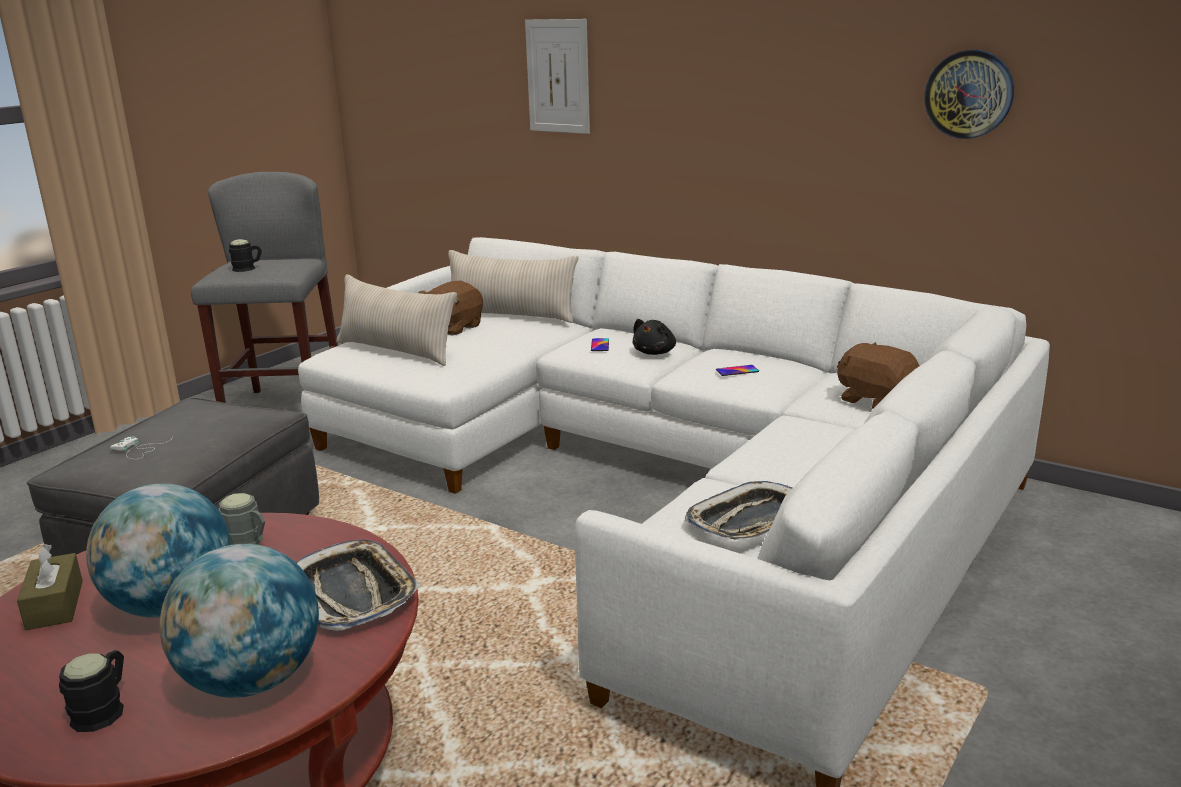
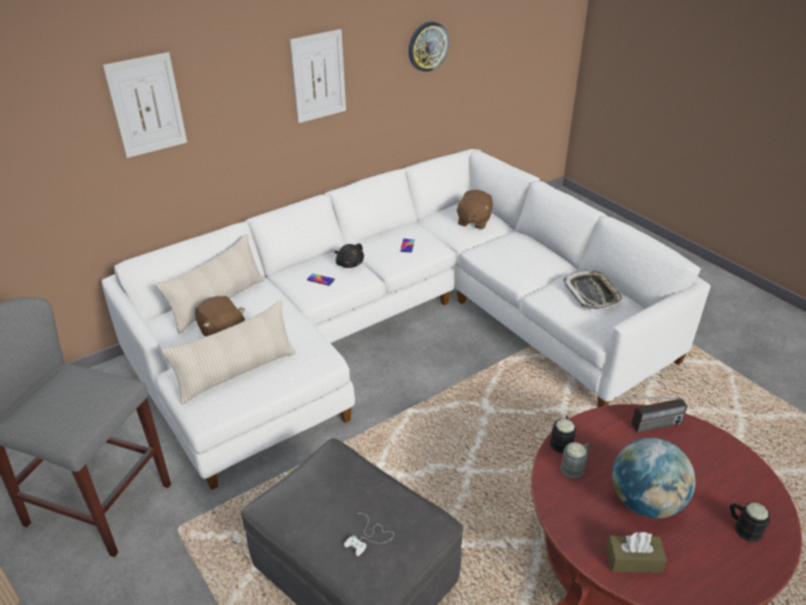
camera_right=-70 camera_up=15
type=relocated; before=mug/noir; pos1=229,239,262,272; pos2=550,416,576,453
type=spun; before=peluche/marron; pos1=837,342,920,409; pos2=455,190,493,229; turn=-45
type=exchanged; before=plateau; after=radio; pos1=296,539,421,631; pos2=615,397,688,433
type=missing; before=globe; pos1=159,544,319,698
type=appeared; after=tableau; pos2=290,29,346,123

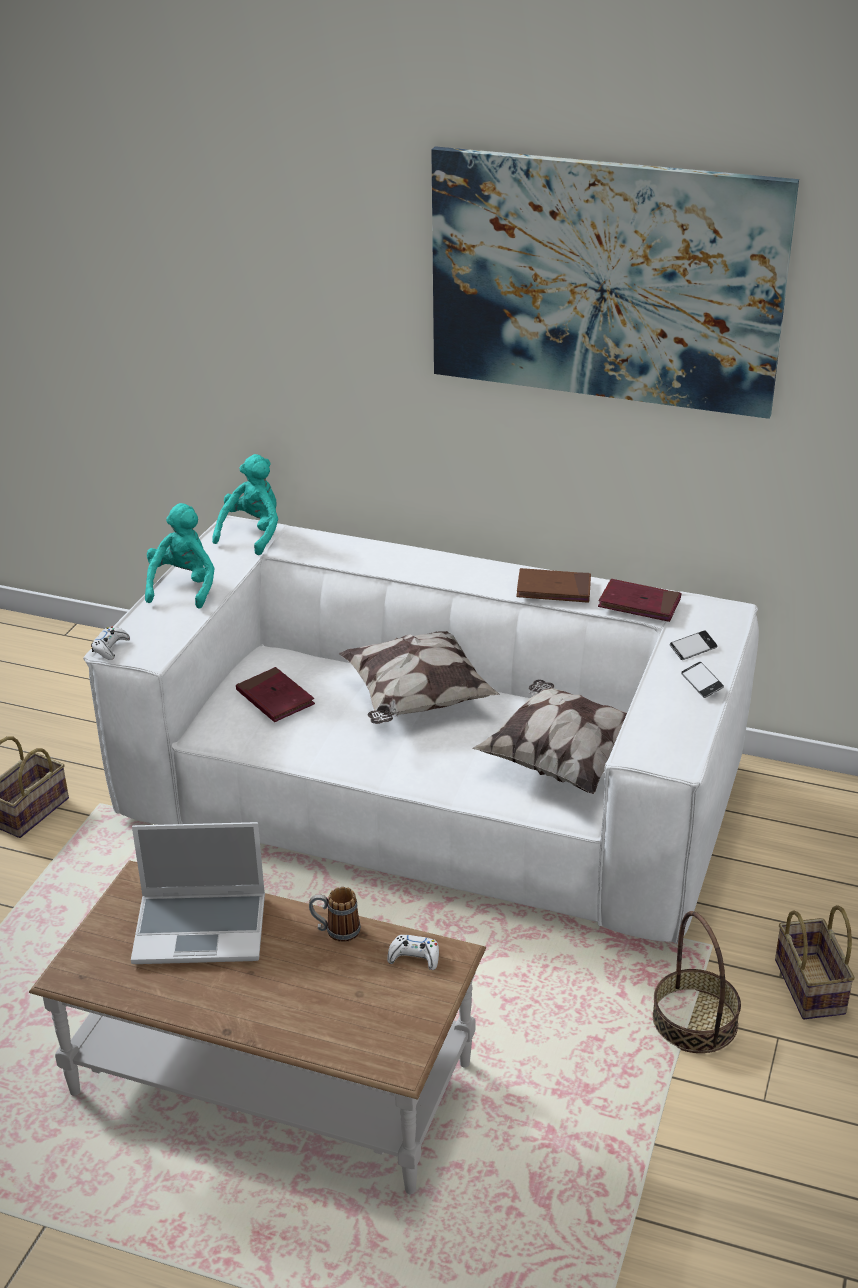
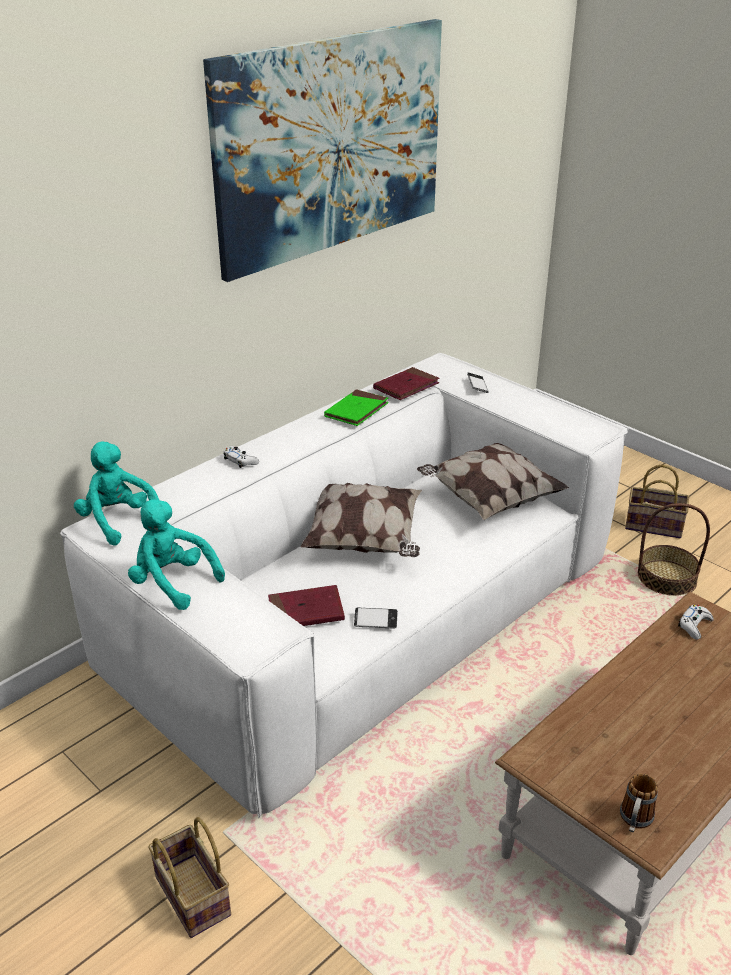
camera_right=-65 camera_up=0
type=colour; before=livre/marron; after=livre/vert; pos1=516,568,591,603; pos2=324,389,389,426
type=relocated; before=manette/blanc; pos1=91,626,130,660; pos2=223,446,259,468
type=relocated; before=téléphone; pos1=681,662,724,698; pos2=354,607,398,629
type=missing; before=ordinateur portable; pos1=131,822,265,964
type=relocated; before=mug; pos1=309,887,361,942; pos2=620,773,658,833

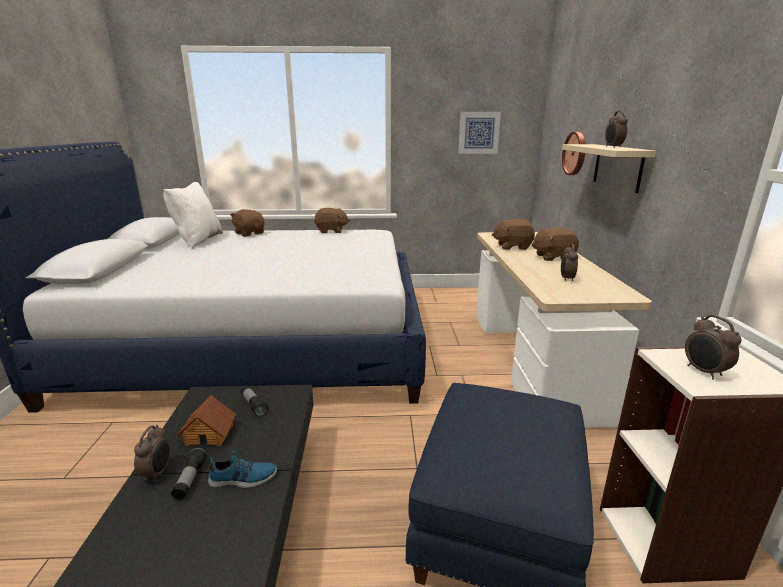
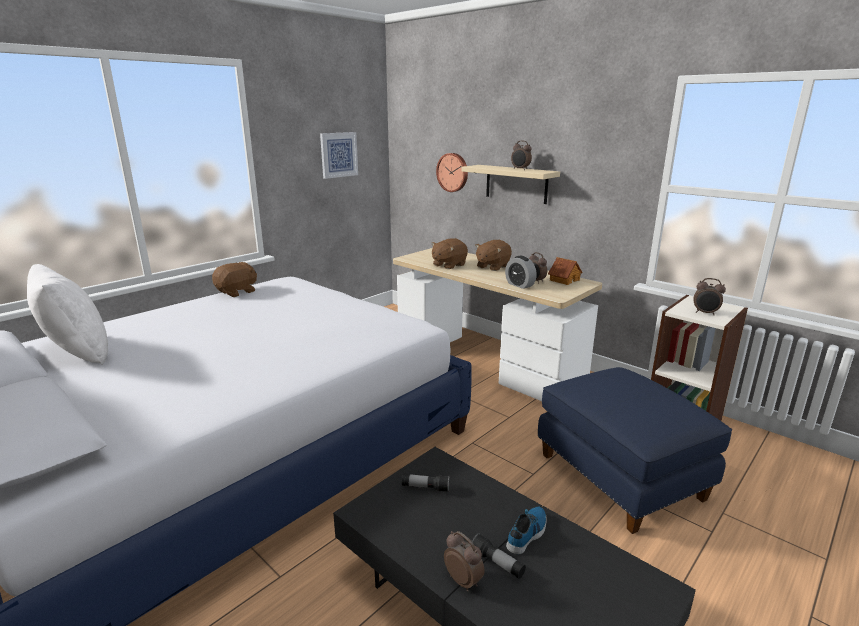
camera_right=-45 camera_up=0
type=missing; before=peluche/marron; pos1=230,209,264,236
type=relocated; before=maison miniature; pos1=177,395,236,446; pos2=548,257,583,285
type=appeared; after=réveil; pos2=505,256,537,289

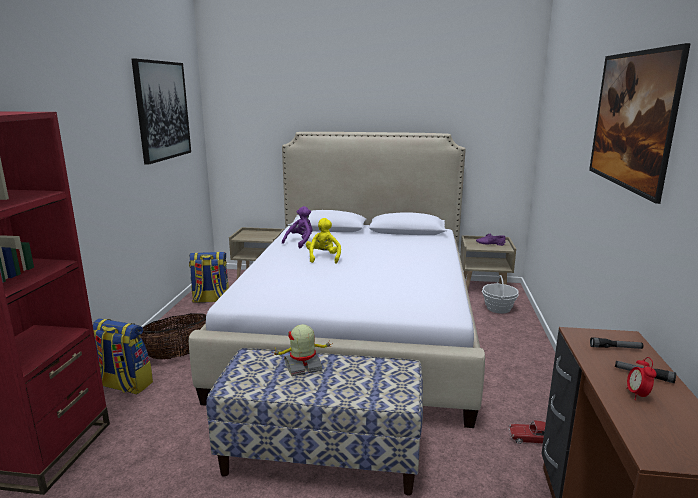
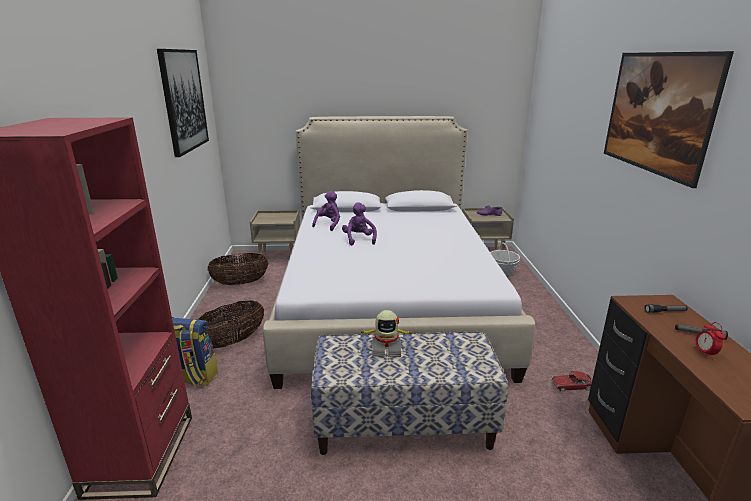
camera_right=-10 camera_up=5
type=colour; before=peluche/jaune; after=peluche/violet; pos1=306,218,341,264; pos2=342,202,377,245
type=exchanged; before=sac à dos; after=panier; pos1=189,252,229,303; pos2=207,253,268,285
type=spun; before=robot jouet; pos1=272,324,332,376; pos2=359,310,415,357; turn=-150

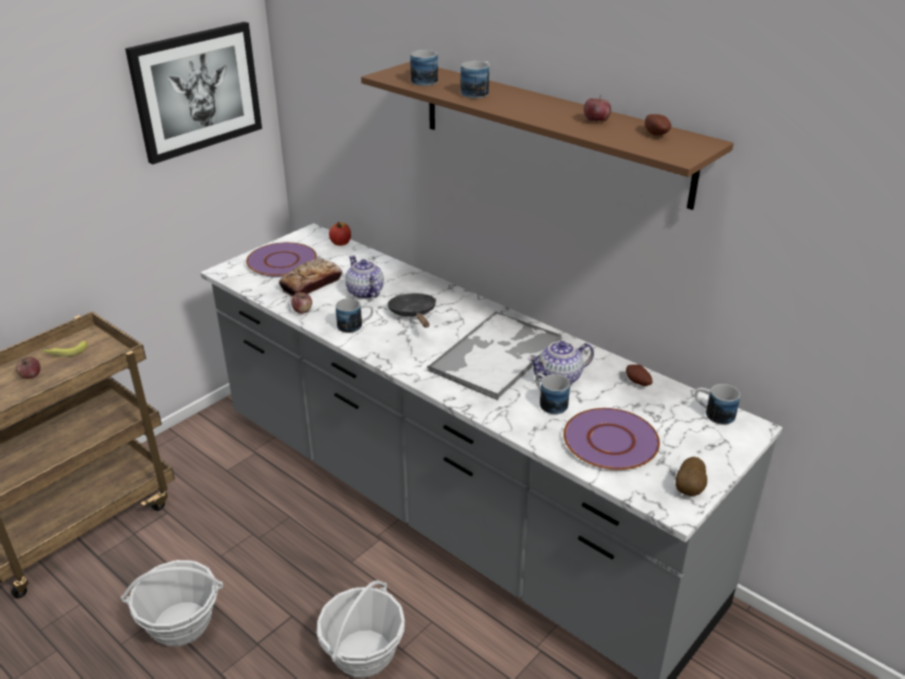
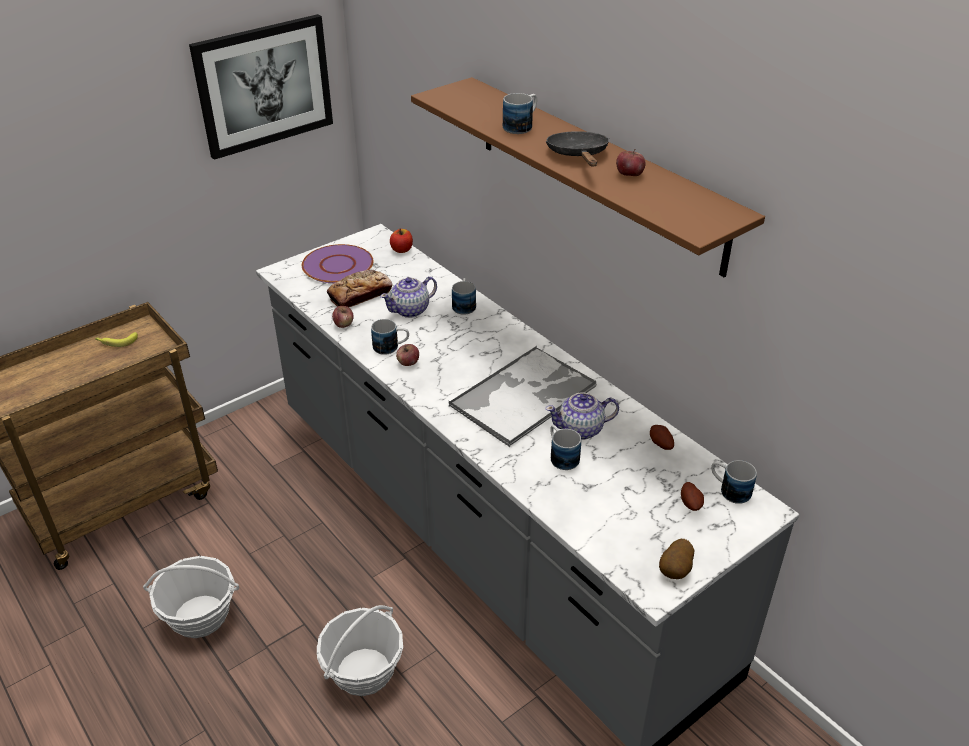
camera_right=10 camera_up=5
type=relocated; before=mug; pos1=410,50,438,86; pos2=452,278,476,315
type=relocated; before=pomme de terre; pos1=645,114,671,135; pos2=681,482,704,511
type=spun; before=théière; pos1=345,255,384,299; pos2=380,276,437,318; turn=-105
type=relocated; before=poêle/noir; pos1=387,293,436,328; pos2=546,131,610,167
type=relocated; before=pomme; pos1=16,357,40,379; pos2=396,344,419,366
type=missing; before=assiette/violet; pos1=563,408,660,470

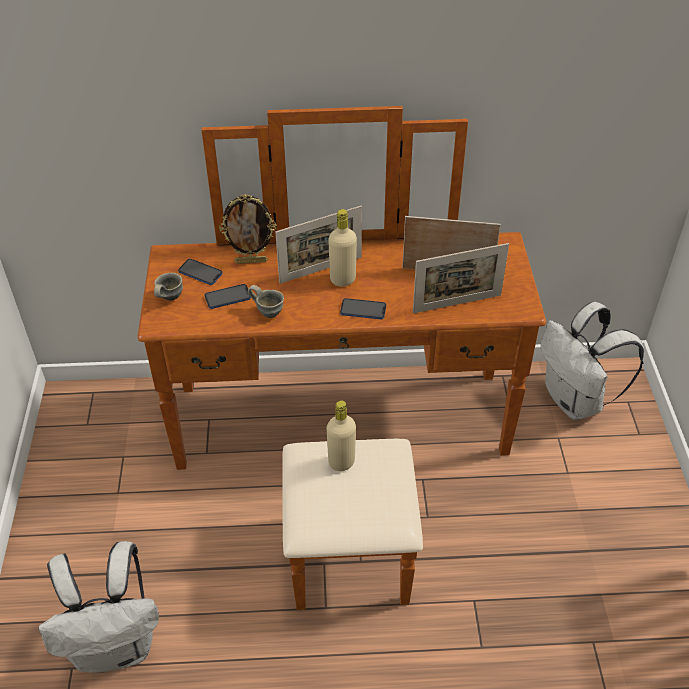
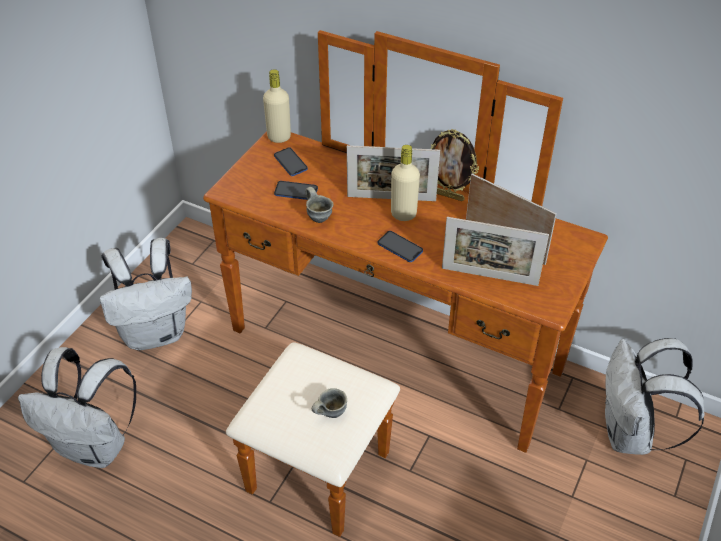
camera_right=30 camera_up=0
type=relocated; before=cadre photo; pos1=219,194,276,264; pos2=431,129,479,201
type=relocated; before=mug/gris; pos1=154,273,183,301; pos2=312,388,347,418
type=relocated; before=bouteille/beige; pos1=327,400,356,471; pos2=263,69,291,143
type=appeared; after=sac à dos/blanc; pos2=100,238,192,350

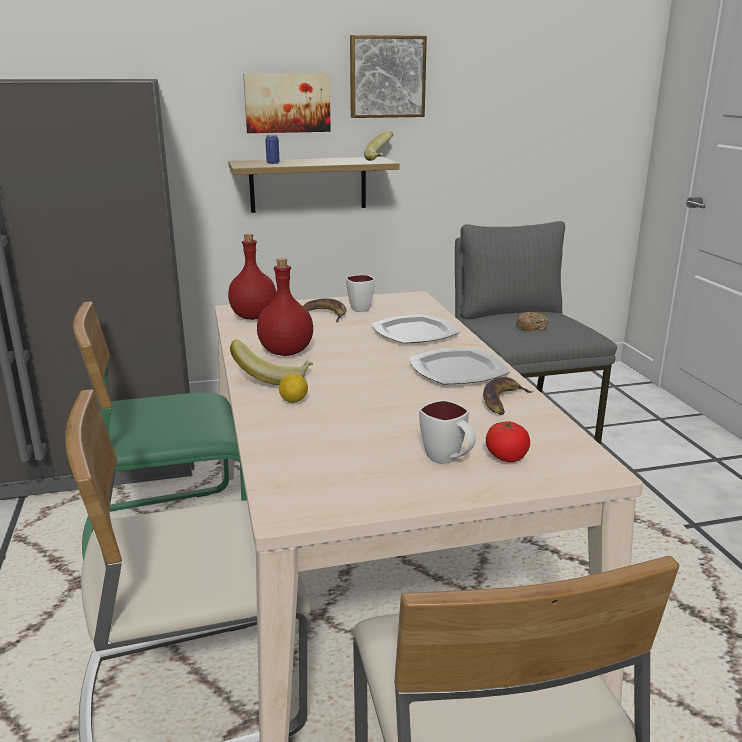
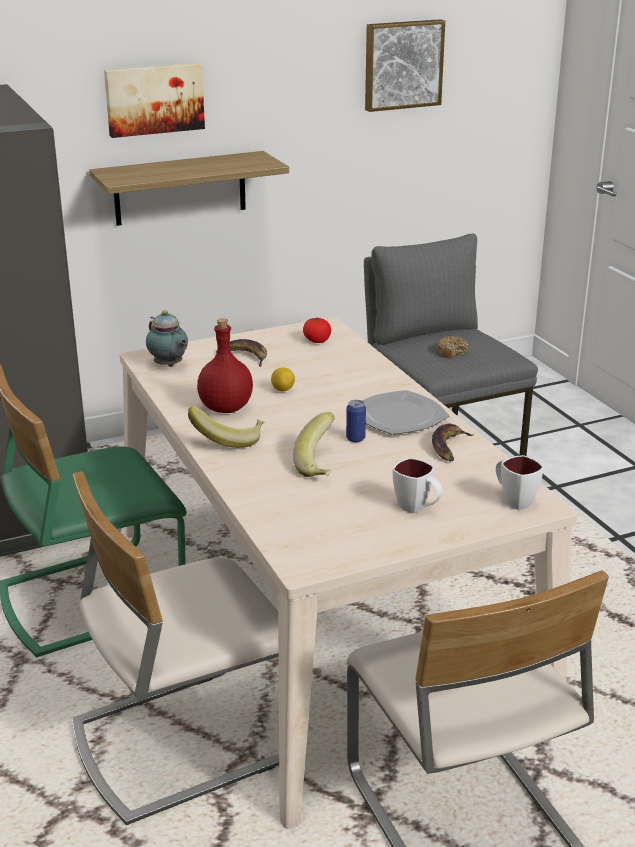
camera_right=-10 camera_up=5
type=relocated; before=tableau; pos1=350,35,427,118; pos2=365,19,445,112
type=relocated; before=banane; pos1=364,132,393,161; pos2=293,413,335,477
type=relocated; before=boîte métallique; pos1=265,135,279,164; pos2=346,400,366,442
type=exchanged; before=bouteille/rouge; after=théière; pos1=228,234,277,320; pos2=146,310,188,367
type=relocated; before=mug/blanc; pos1=346,275,375,312; pos2=496,455,544,510
type=missing; before=assiette; pos1=371,314,460,344
type=relocated; before=citron; pos1=279,374,308,403; pos2=271,367,295,391
type=relocated; before=tomate; pos1=486,421,530,462; pos2=303,317,331,343

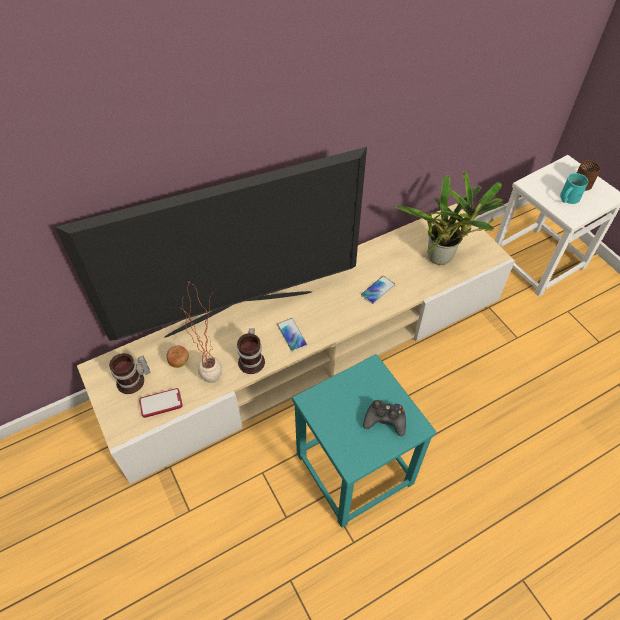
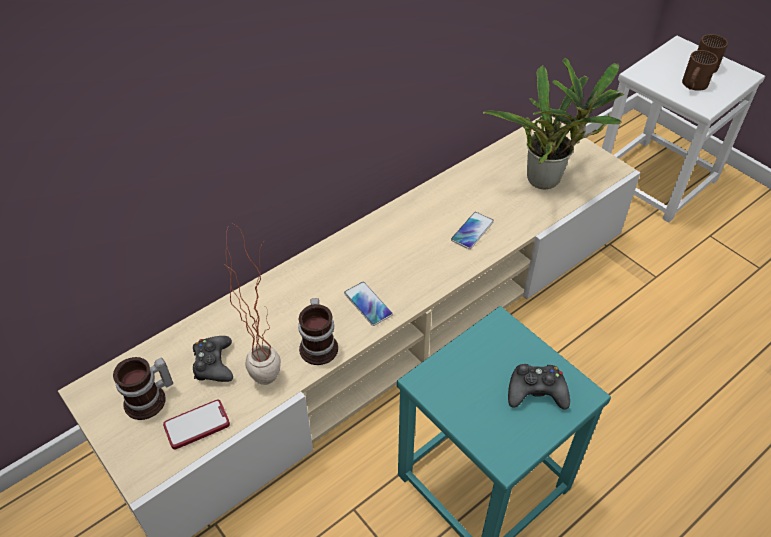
camera_right=-10 camera_up=-5
type=missing; before=téléviseur; pos1=55,147,367,341
type=colour; before=mug/turquoise; after=mug/marron; pos1=560,173,589,204; pos2=682,50,718,91
type=exchanged; before=pomme; after=manette/noir; pos1=167,345,189,368; pos2=193,336,233,382

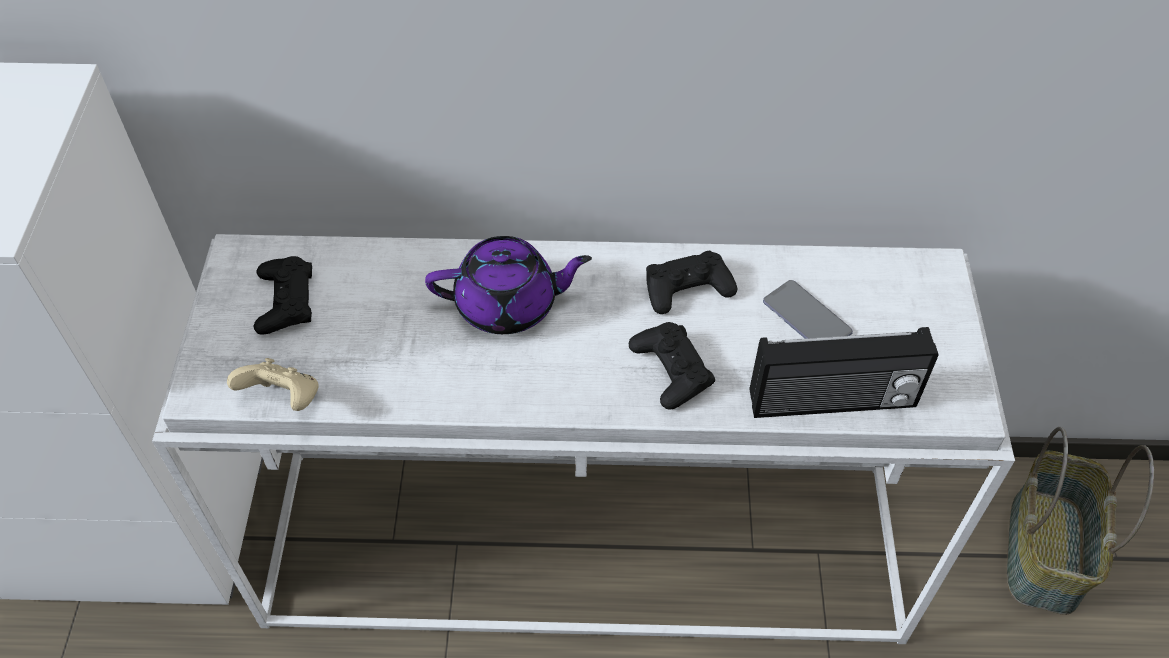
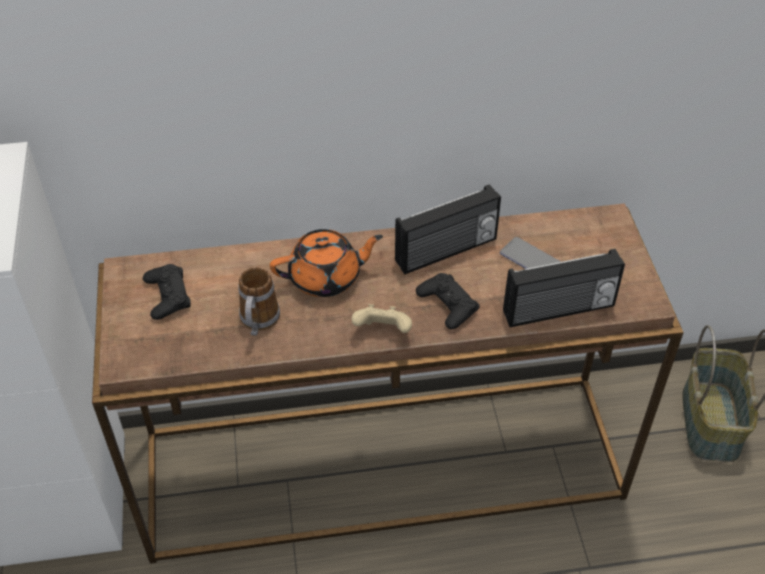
camera_right=-10 camera_up=-5
type=colour; before=table console/blanc; after=table console/marron; pos1=152,234,1015,644; pos2=92,204,684,564
type=colour; before=théière/violet; after=théière/orange; pos1=425,236,592,334; pos2=270,229,383,297
type=exchanged; before=manette/noir; after=radio; pos1=646,251,737,314; pos2=395,184,501,274
type=relocated; before=manette/beige; pos1=227,358,319,411; pos2=351,304,412,333
type=appeared; after=mug; pos2=238,267,280,336

